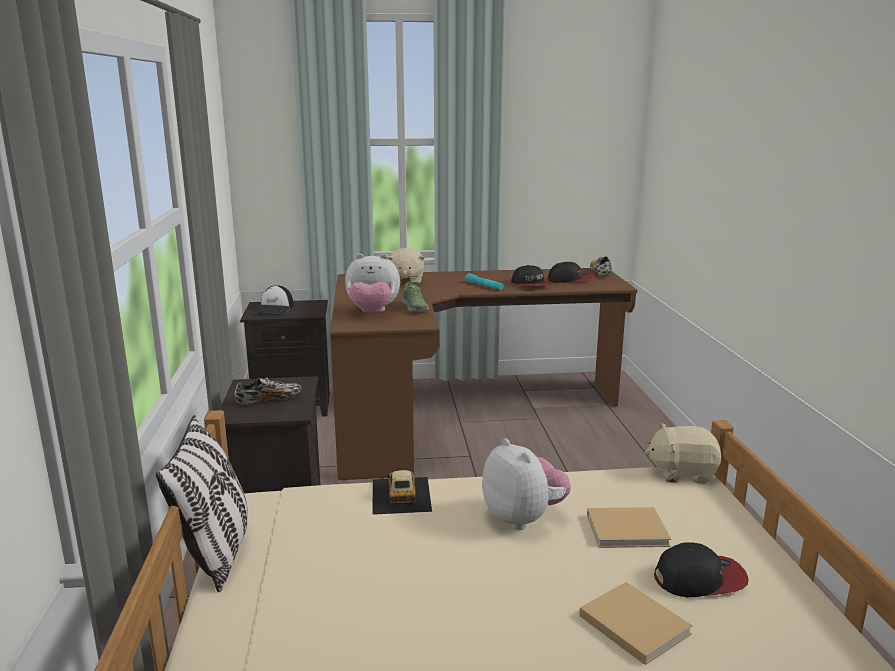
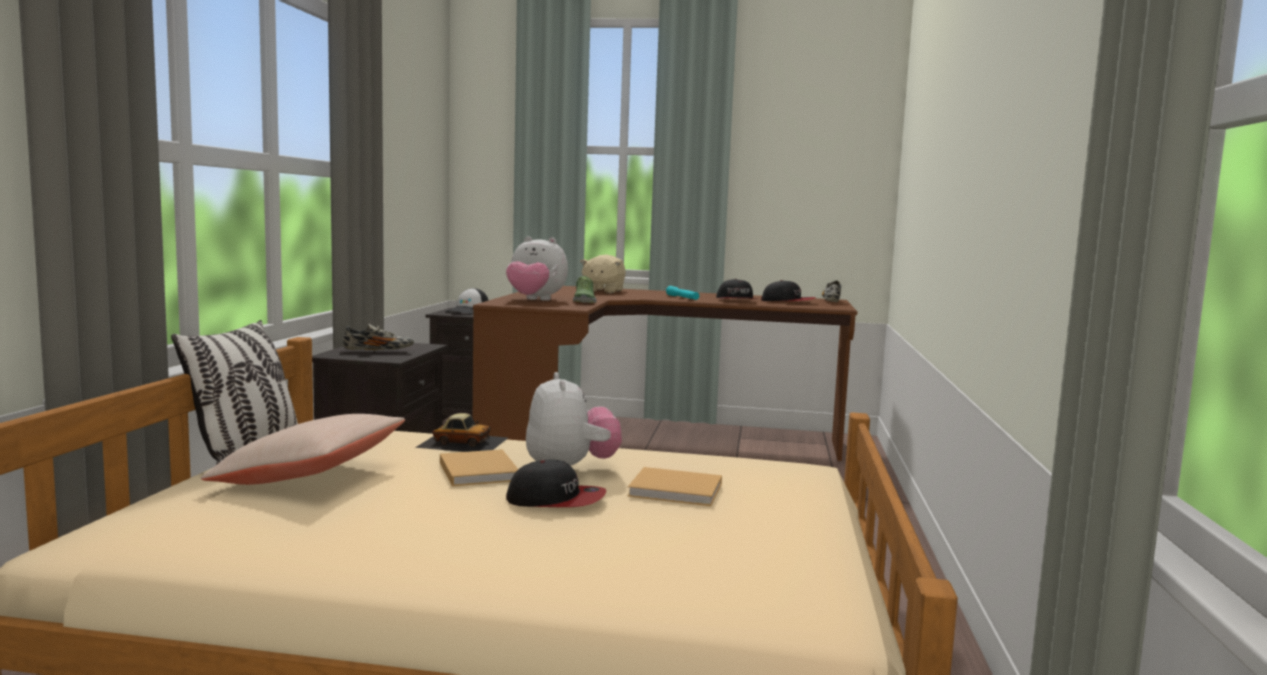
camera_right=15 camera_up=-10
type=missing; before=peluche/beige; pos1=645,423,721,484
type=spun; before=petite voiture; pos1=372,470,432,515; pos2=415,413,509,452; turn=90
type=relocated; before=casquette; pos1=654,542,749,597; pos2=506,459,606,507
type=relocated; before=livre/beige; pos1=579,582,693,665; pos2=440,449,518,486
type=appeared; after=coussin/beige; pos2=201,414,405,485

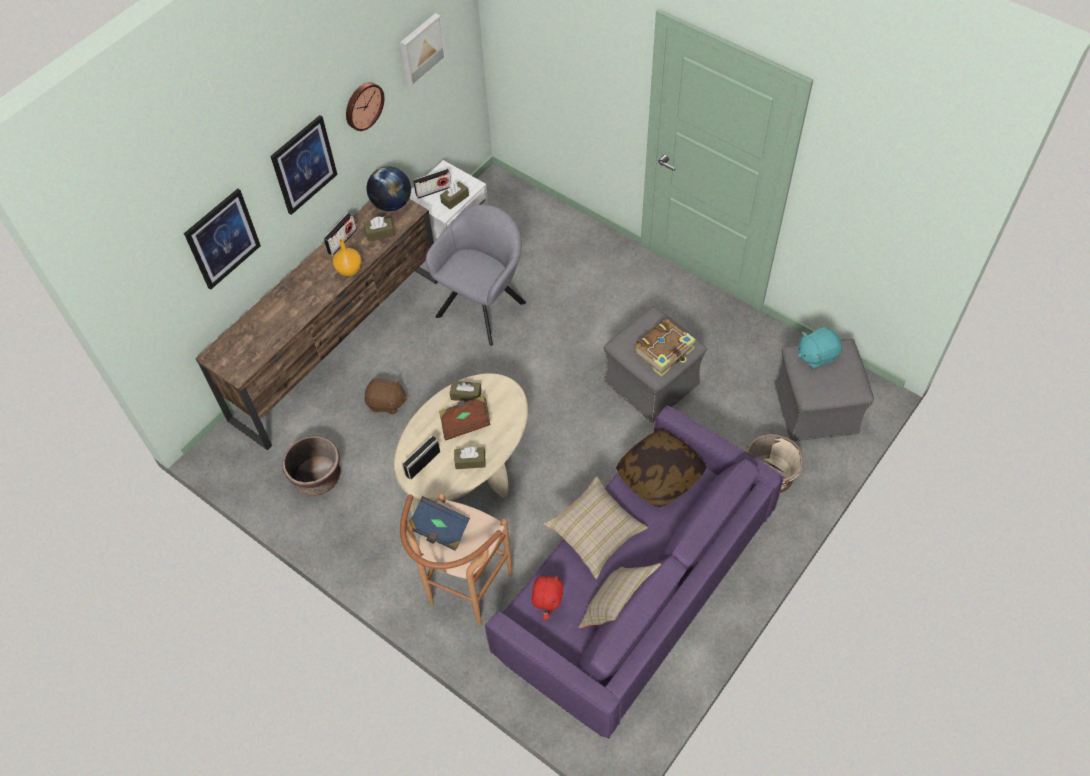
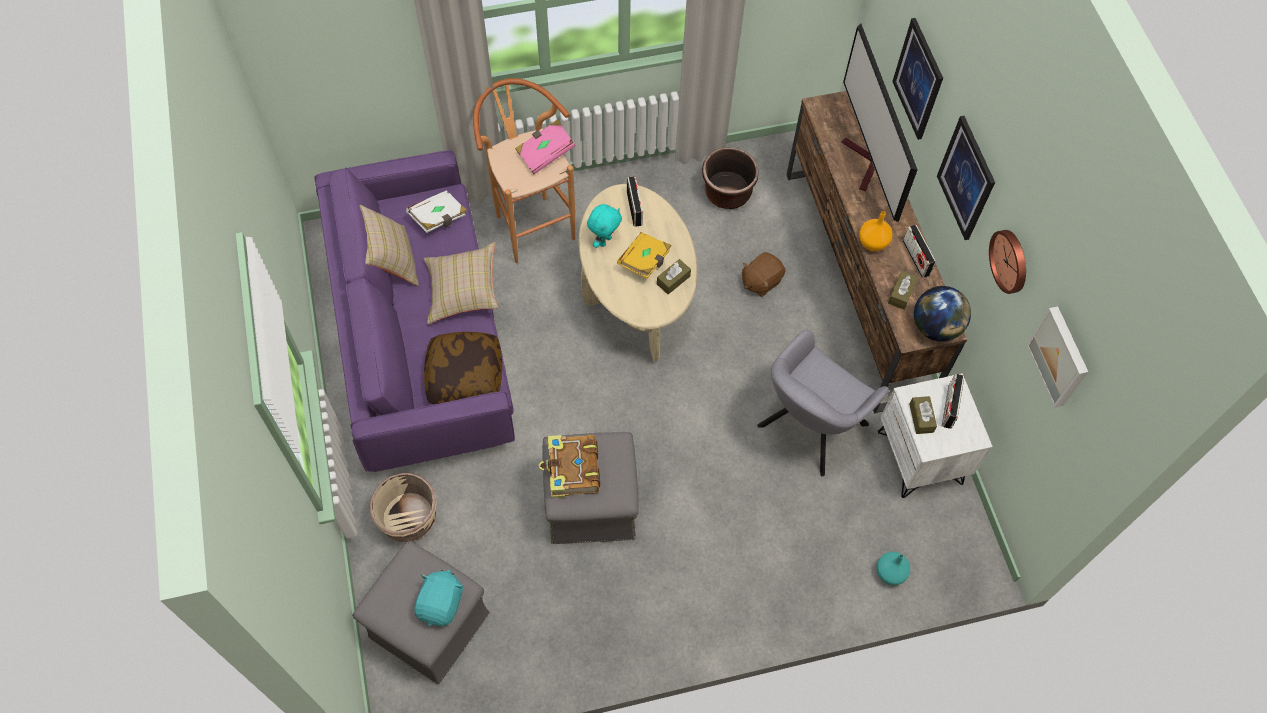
camera_right=125 camera_up=5
type=spun; before=fauteuil/gris; pos1=426,204,526,346; pos2=757,330,889,477; turn=60
type=colour; before=livre/marron; after=livre/jaune; pos1=439,395,491,440; pos2=617,232,672,279
type=exchanged; before=boîte à mouchoirs/marron; after=peluche/turquoise; pos1=454,447,486,469; pos2=587,204,622,248
type=colour; before=livre/bleu; after=livre/rose; pos1=410,496,470,550; pos2=515,119,575,174
type=exchanged; before=peluche/rouge; after=livre/blanc; pos1=532,575,563,620; pos2=406,190,467,233
type=appeared; after=téléviseur; pos2=842,23,918,222
type=appeared; after=vase/turquoise; pos2=876,552,910,585

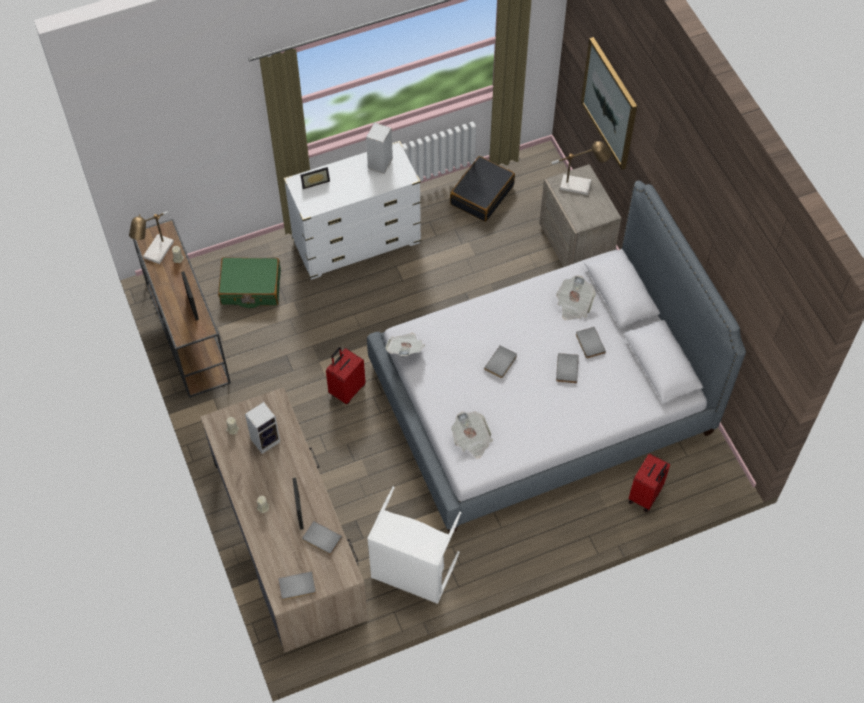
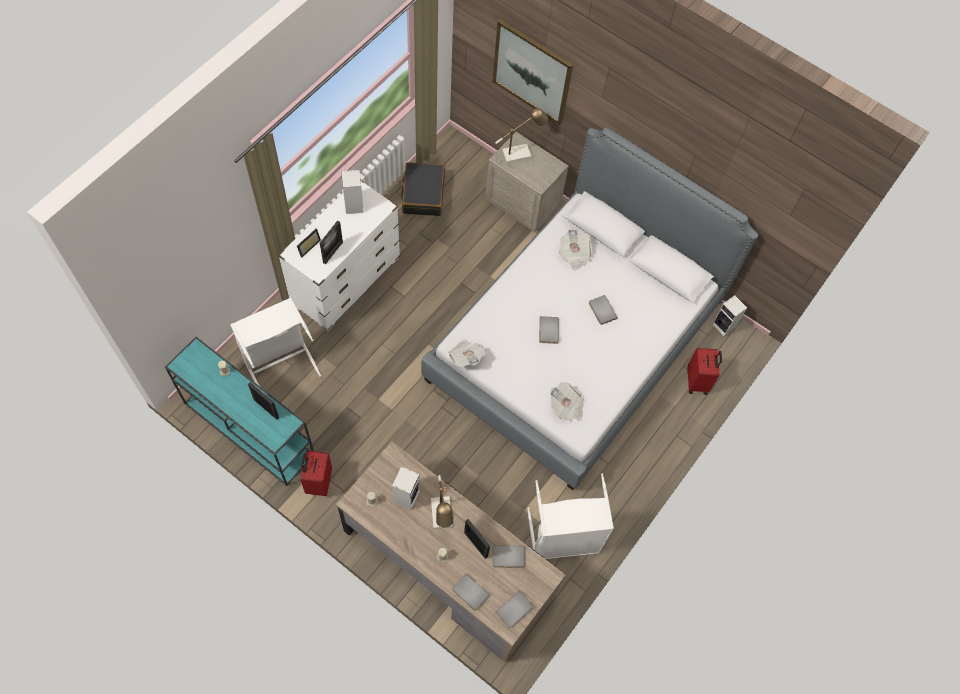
camera_right=-35 camera_up=5
type=relocated; before=lampe de table; pos1=129,211,174,264; pos2=431,475,453,529
type=colour; before=table console/marron; after=table console/turquoise; pos1=133,219,231,398; pos2=165,337,314,486
type=exchanged; before=valise/vert; after=panier à linge/blanc; pos1=218,257,281,308; pos2=230,298,321,385
type=relocated; before=livre/gris; pos1=576,327,606,358; pos2=452,573,490,611
type=relocated; before=valise/rouge; pos1=326,347,365,404; pos2=301,451,332,496
type=appeared; after=cadre photo; pos2=320,220,343,264
type=appeared; after=enceinte; pos2=712,295,747,336

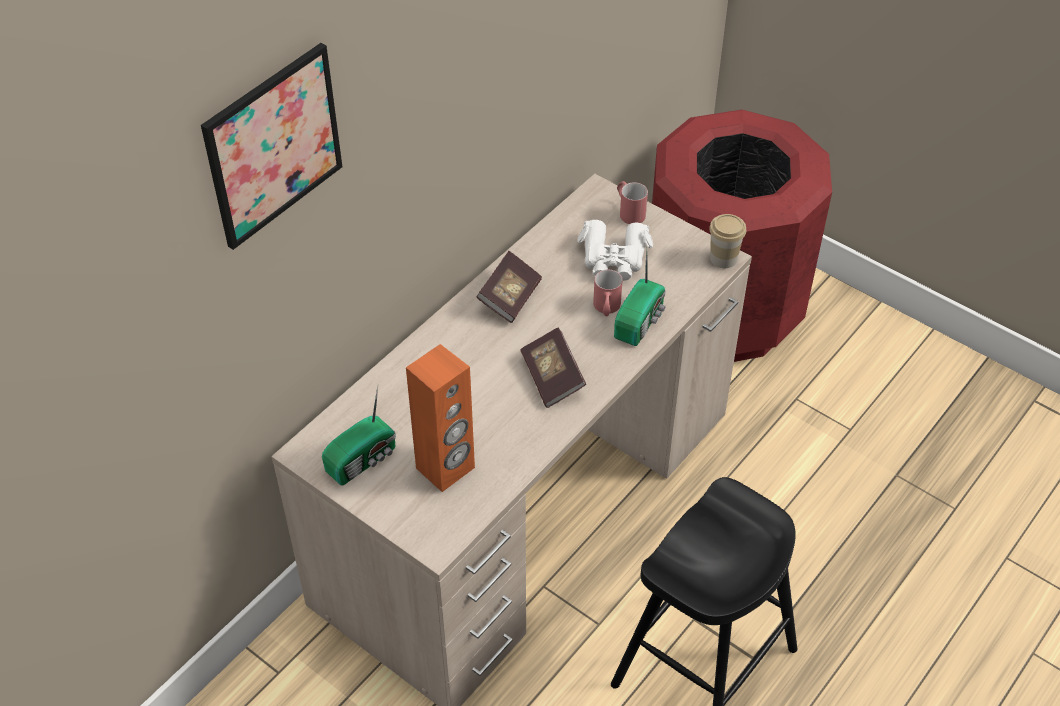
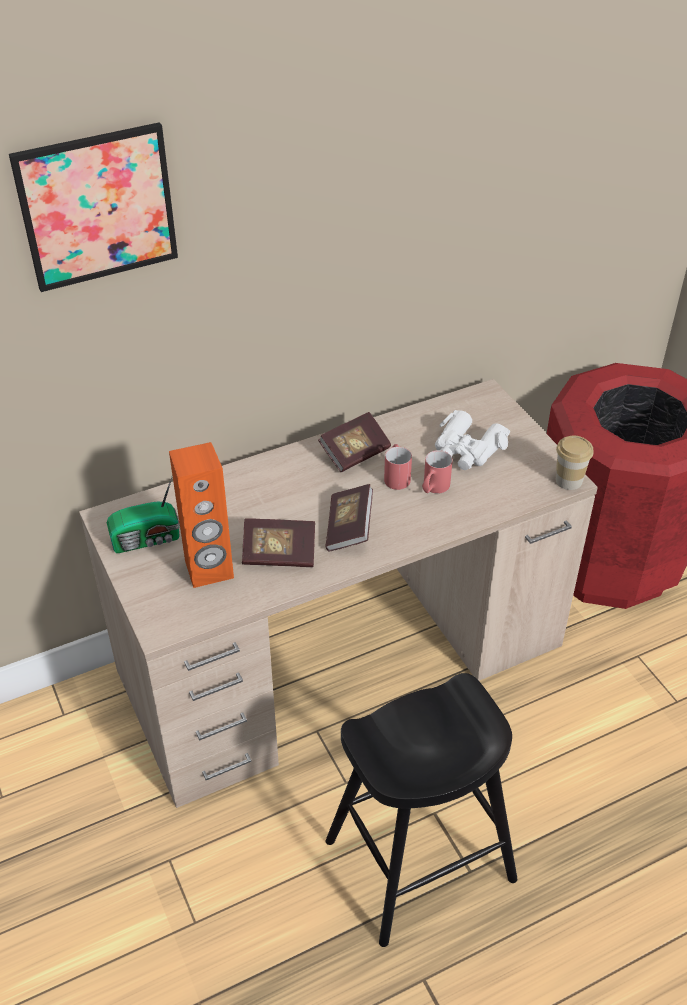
camera_right=25 camera_up=-5
type=relocated; before=mug/rouge; pos1=617,181,648,224; pos2=384,444,412,490
type=missing; before=radio; pos1=614,249,666,346
type=appeared; after=livre; pos2=242,518,315,567

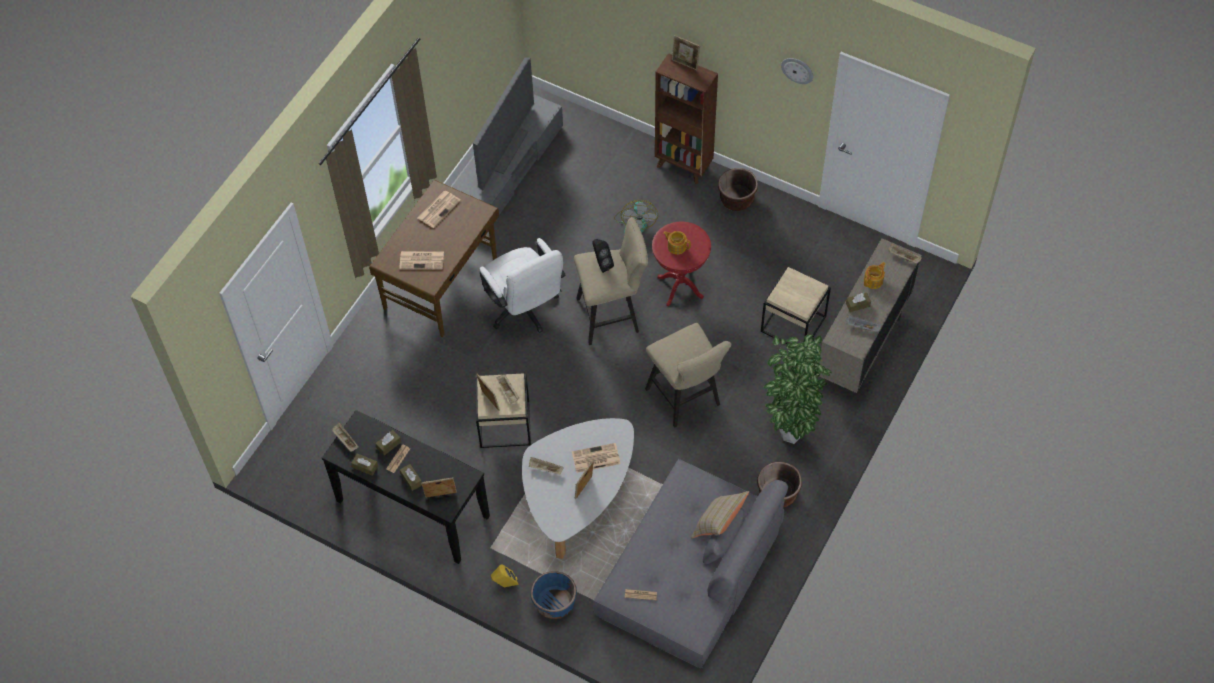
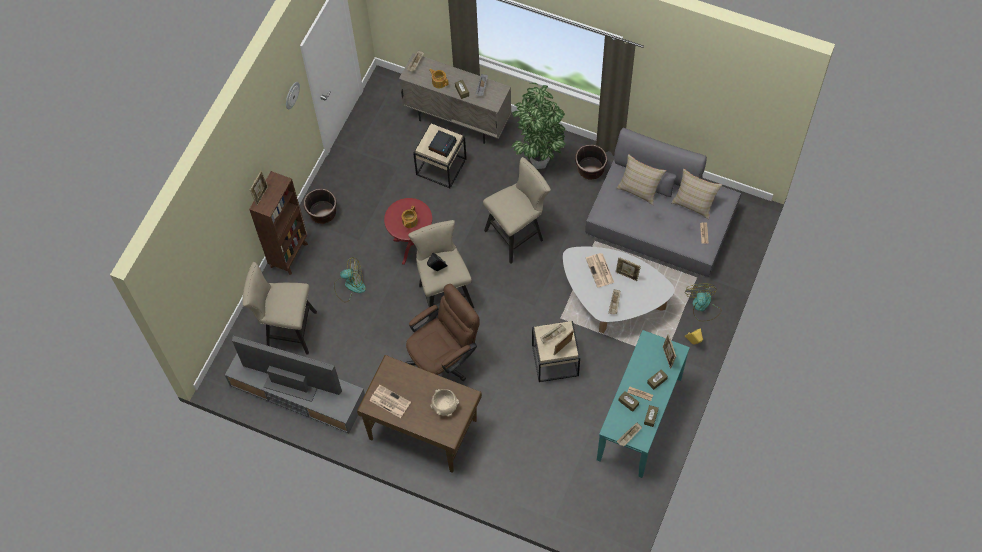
camera_right=-95 camera_up=5
type=colour; before=chaise de bureau/blanc; after=chaise de bureau/marron; pos1=480,238,566,333; pos2=405,284,480,381
type=exchanged; before=journal; after=bol/beige; pos1=399,251,444,269; pos2=430,389,459,417
type=colour; before=table console/noir; after=table console/turquoise; pos1=322,410,490,564; pos2=597,330,690,478
type=exchanged; before=cache-pot/bleu; after=ventilateur; pos1=530,571,577,619; pos2=685,284,722,322
type=appeared; after=réveil; pos2=428,130,457,157
type=appeared; after=coussin/beige; pos2=671,169,722,219
type=appeared; after=tabouret/beige; pos2=243,262,317,355

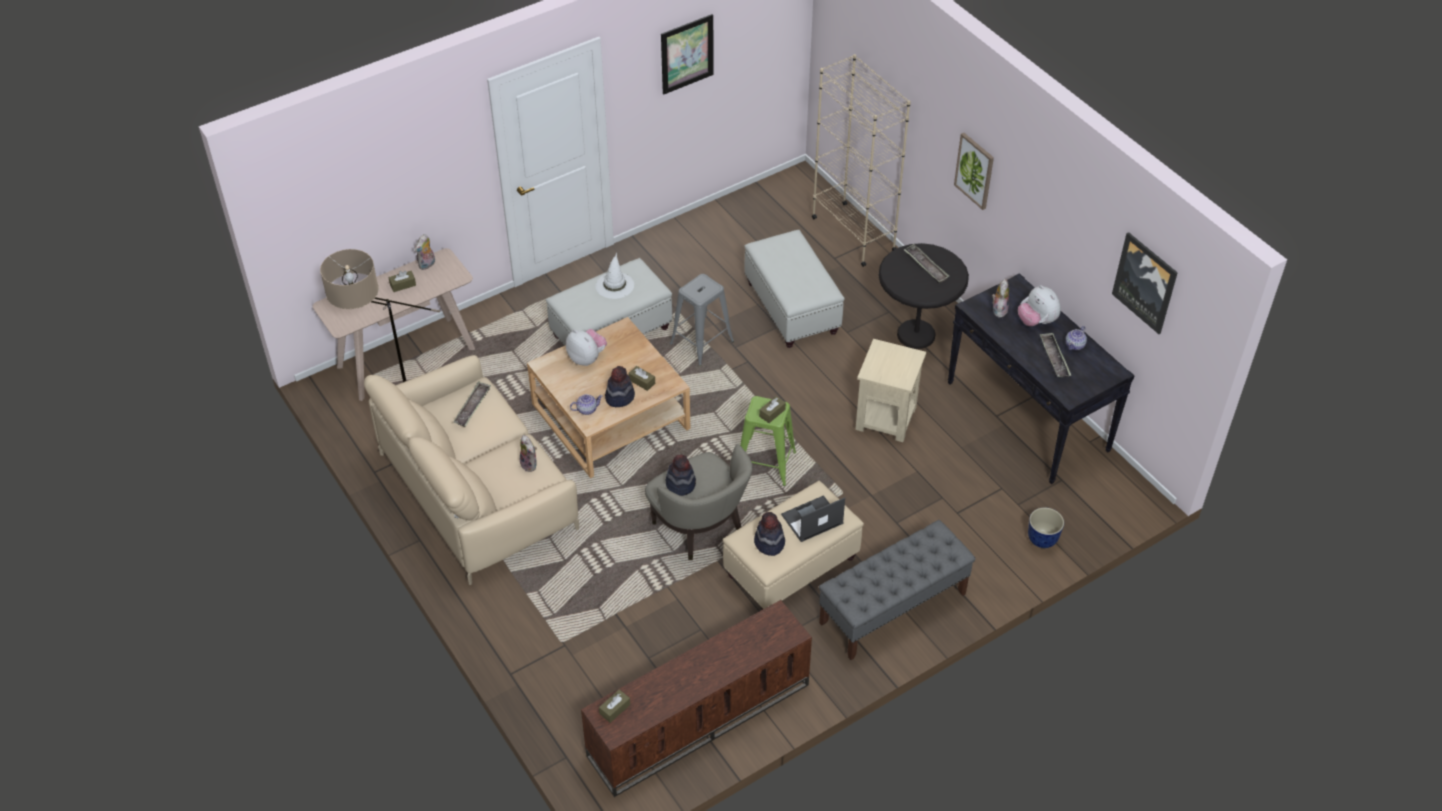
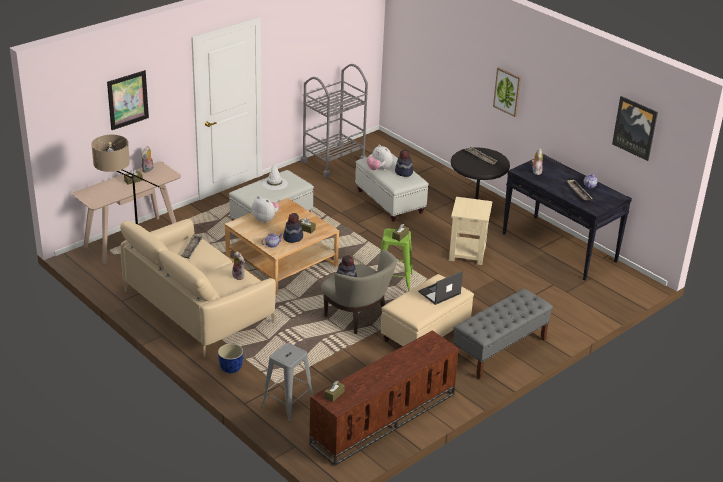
camera_right=-10 camera_up=-15
type=relocated; before=tableau; pos1=661,14,714,94; pos2=107,70,149,130
type=missing; before=bibliothèque/beige; pos1=812,54,911,267
type=relocated; before=tabouret/gris; pos1=670,274,734,366; pos2=261,343,313,422
type=relocated; before=peluche; pos1=1018,285,1061,326; pos2=367,145,393,170
type=relocated; before=cache-pot; pos1=1028,507,1064,548; pos2=218,344,243,373
type=relocated; before=chapeau; pos1=754,512,785,556; pos2=395,150,413,177
type=appeared; after=chariot/gris; pos2=301,64,368,177

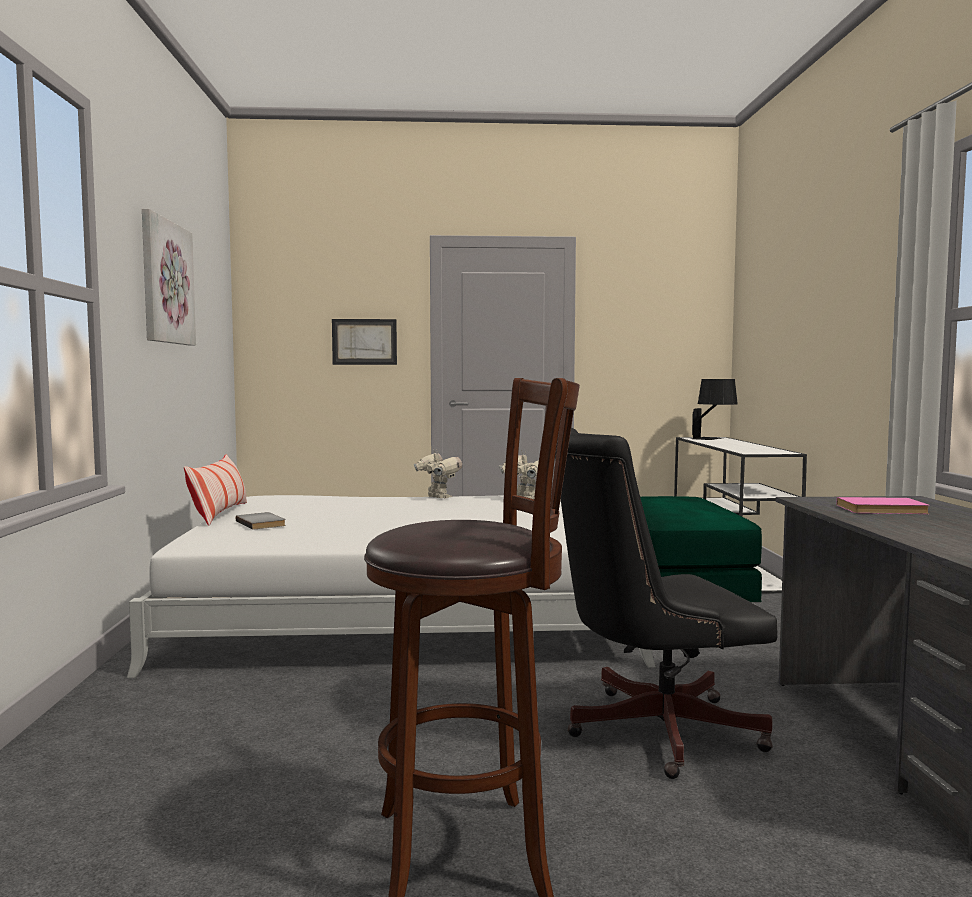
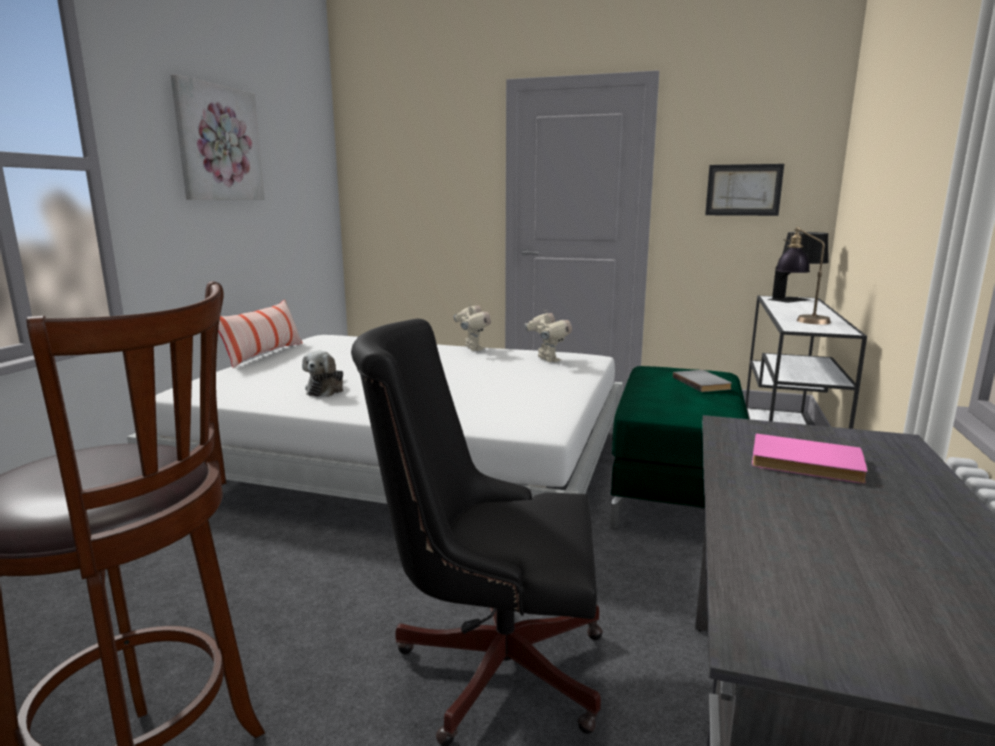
camera_right=20 camera_up=10
type=relocated; before=tableau; pos1=332,319,397,365; pos2=705,164,784,216
type=relocated; before=livre/gris; pos1=236,512,286,530; pos2=673,370,732,392
type=appeared; after=lampe de table; pos2=775,227,831,325
type=appeared; after=peluche; pos2=302,351,343,397

